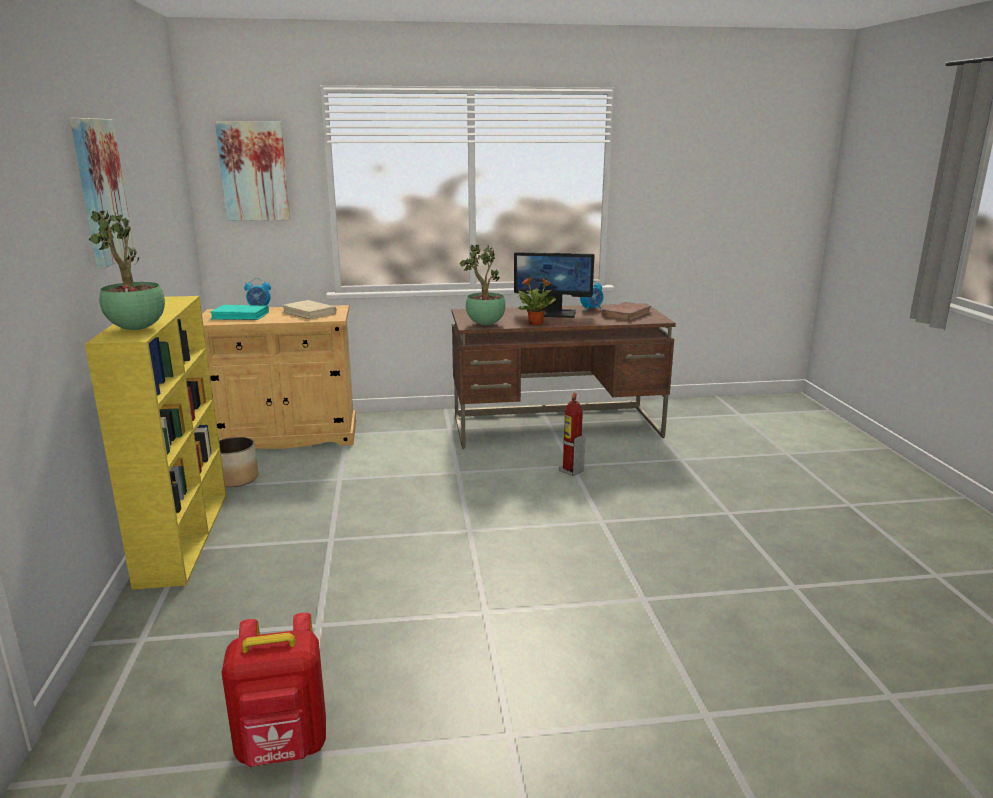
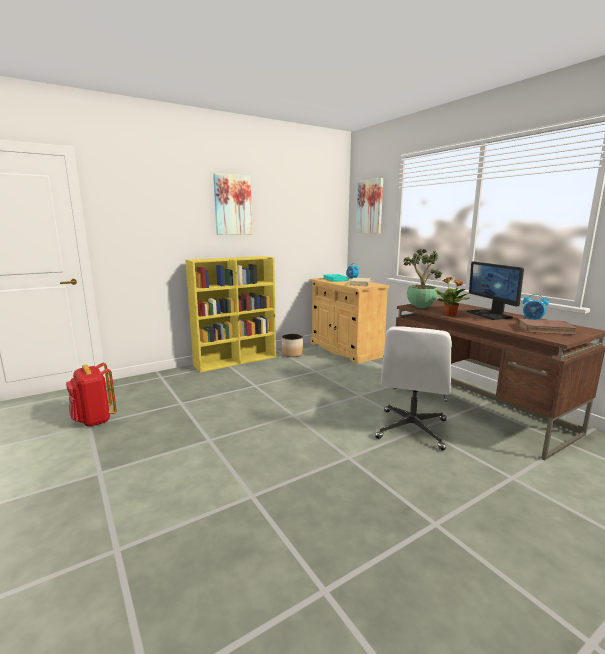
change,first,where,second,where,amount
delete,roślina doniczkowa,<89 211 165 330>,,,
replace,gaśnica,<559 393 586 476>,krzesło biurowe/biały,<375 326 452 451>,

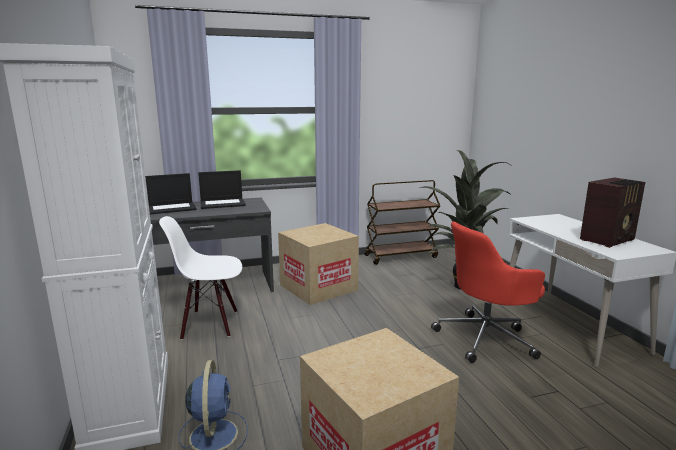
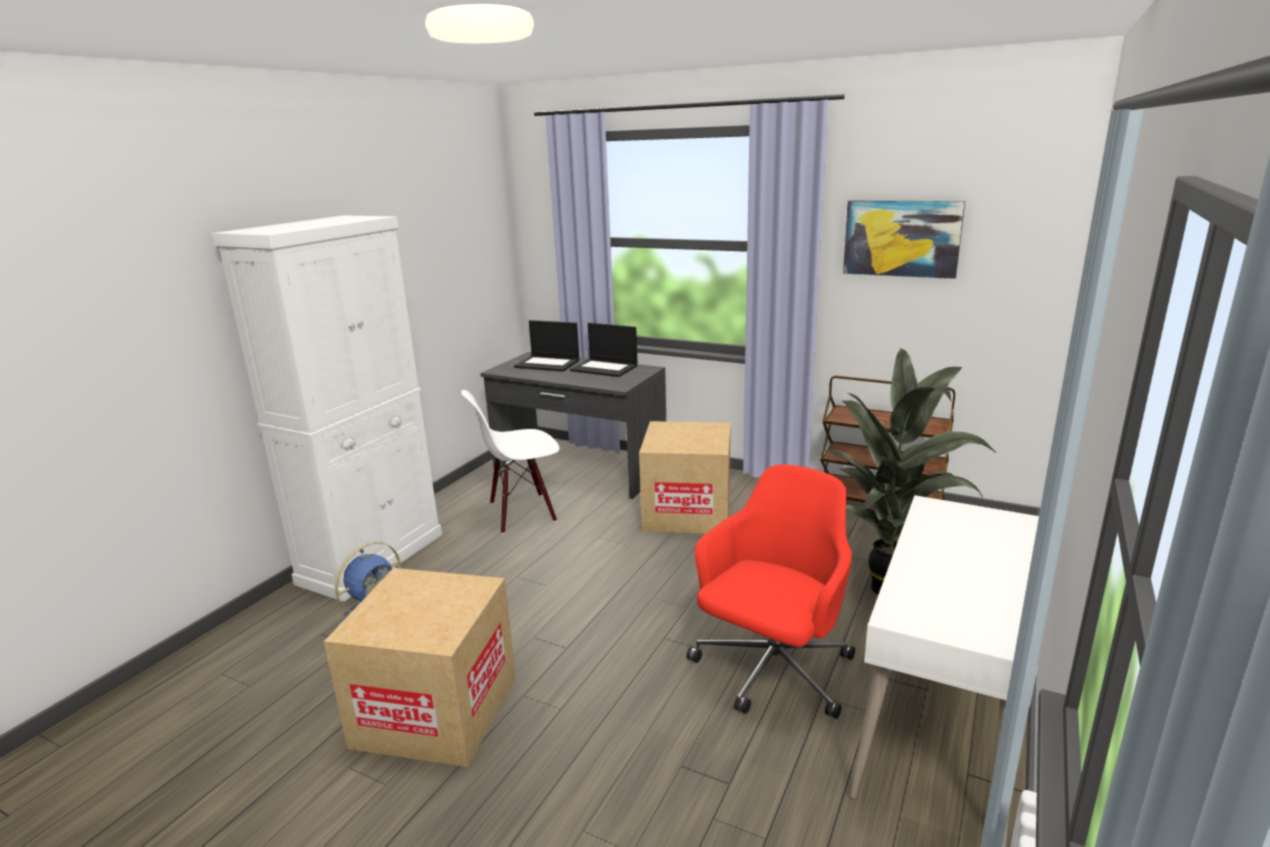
change,first,where,second,where,amount
delete,radio,<580 178 645 248>,,,
rotate,krzesło/biały,<159 216 242 340>,,<461 390 560 534>,60 degrees counterclockwise
rotate,krzesło biurowe/czerwony,<431 222 545 363>,,<686 464 855 719>,105 degrees clockwise
insert,,,obraz,<843 201 965 279>,

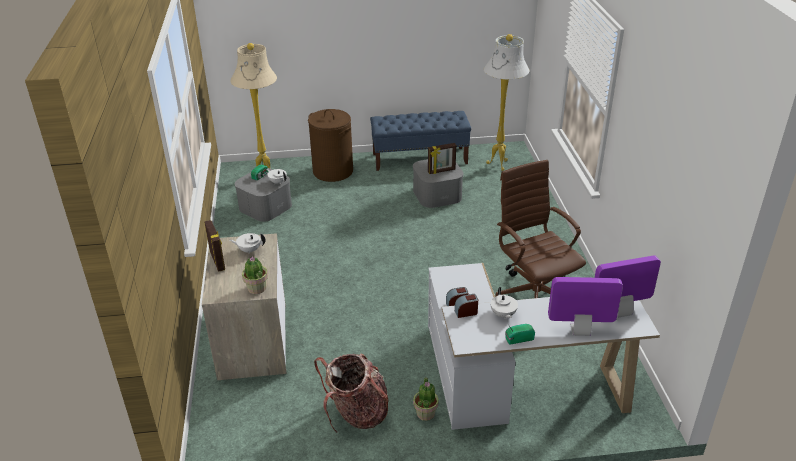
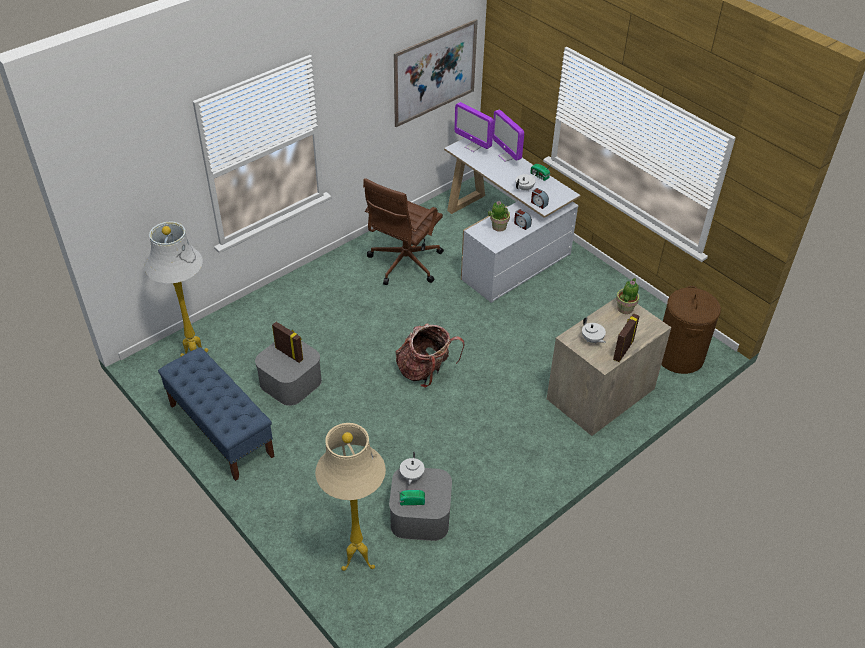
change,first,where,second,where,amount
move,kosz na pranie/brązowy,<308 109 353 182>,,<661 286 721 374>,
move,plecak,<314 354 389 432>,,<396 324 464 388>,
move,roślina doniczkowa,<413 377 438 421>,,<488 201 510 232>,
insert,,,obraz,<394 19 478 127>,

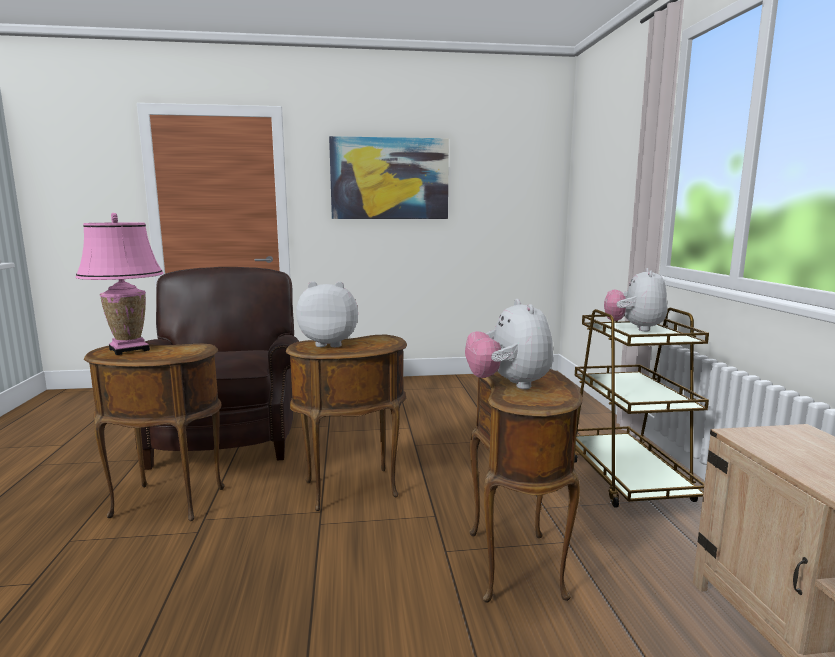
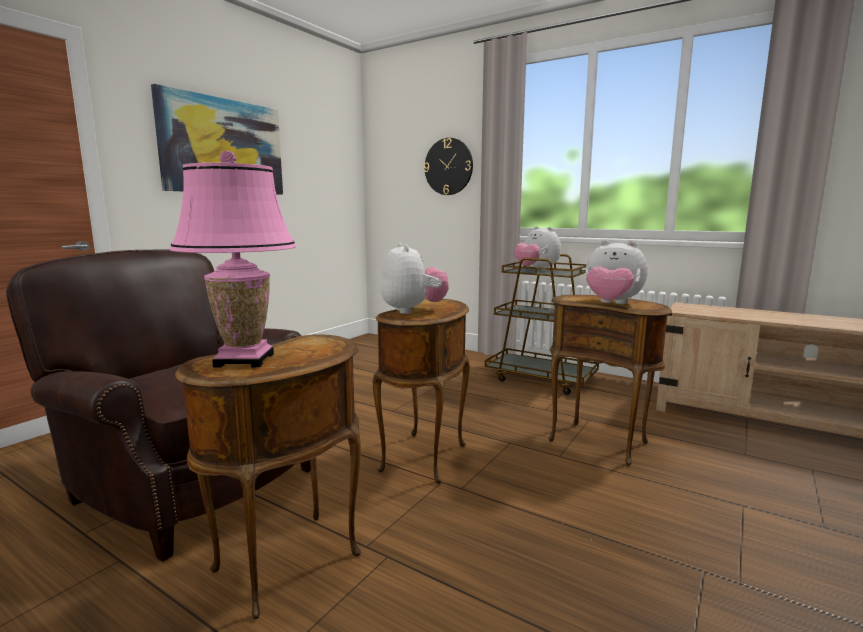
change,first,where,second,where,amount
rotate,pluszak,<296 281 358 347>,,<381 243 449 314>,120 degrees clockwise
insert,,,zegar ścienny,<424 138 473 195>,

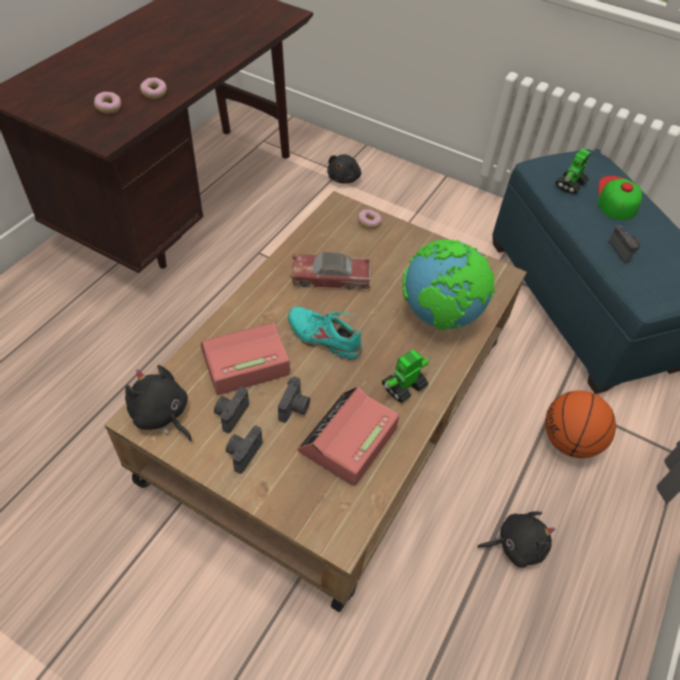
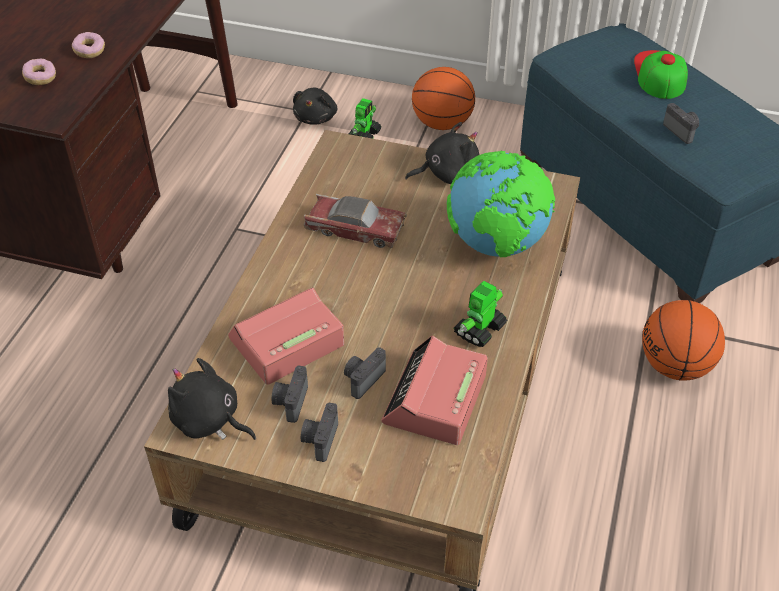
change,first,where,second,where,amount
move,robot zabawkowy,<555 149 591 194>,,<349 98 382 139>,
delete,donut,<358 209 382 229>,,,
rotate,samochodzik,<290 251 371 290>,,<304 194 407 248>,150 degrees counterclockwise
delete,but/turkusowy,<288 306 363 360>,,,
rotate,aparat fotograficzny,<278 376 310 423>,,<344 347 386 399>,150 degrees counterclockwise
move,pluszak/czarny,<477 511 555 568>,,<405 122 479 184>,
insert,,,piłka do koszykówki,<412 67 475 130>,

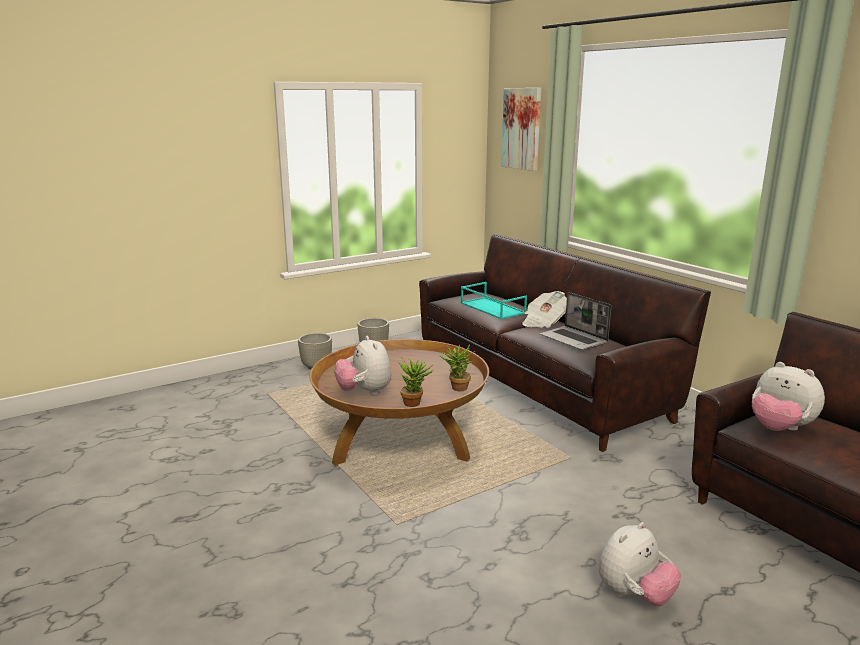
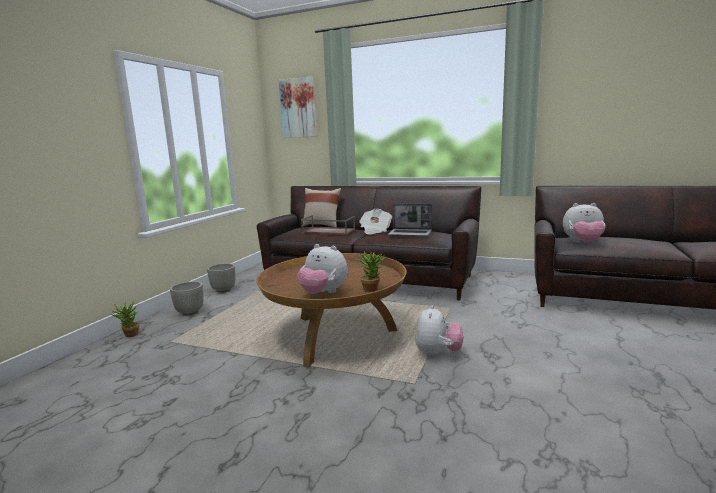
change,first,where,second,where,amount
recolor,taca/turkusowy,<461 282 527 319>,taca/brązowy,<301 215 355 234>,
move,roślina doniczkowa,<440 343 476 391>,,<110 301 139 337>,
move,pluszak,<599 522 681 606>,,<415 305 463 358>,
insert,,,poduszka/beżowy,<301 188 341 228>,

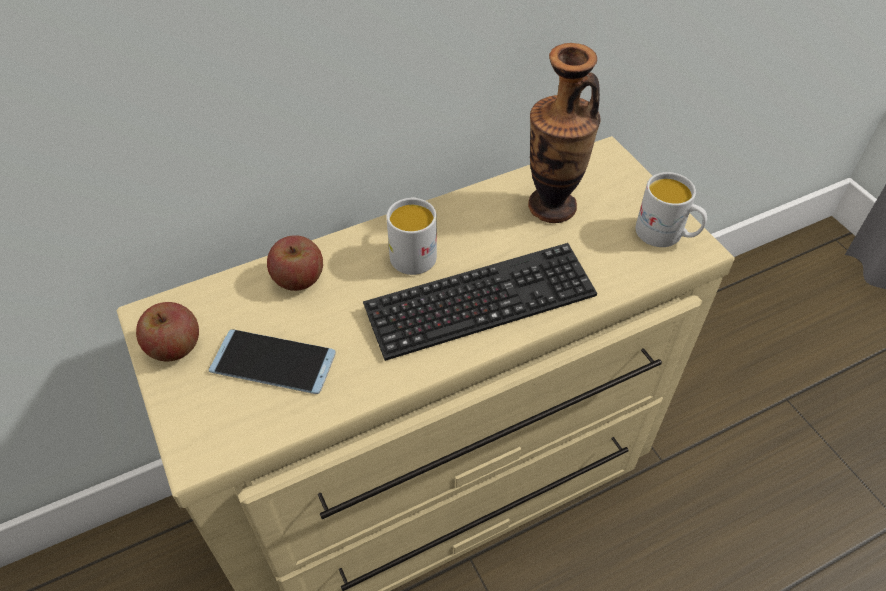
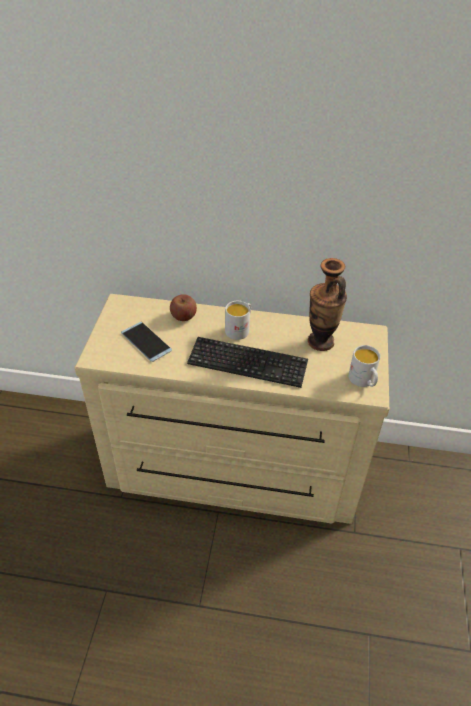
change,first,where,second,where,amount
delete,jabłko,<136 302 199 361>,,,

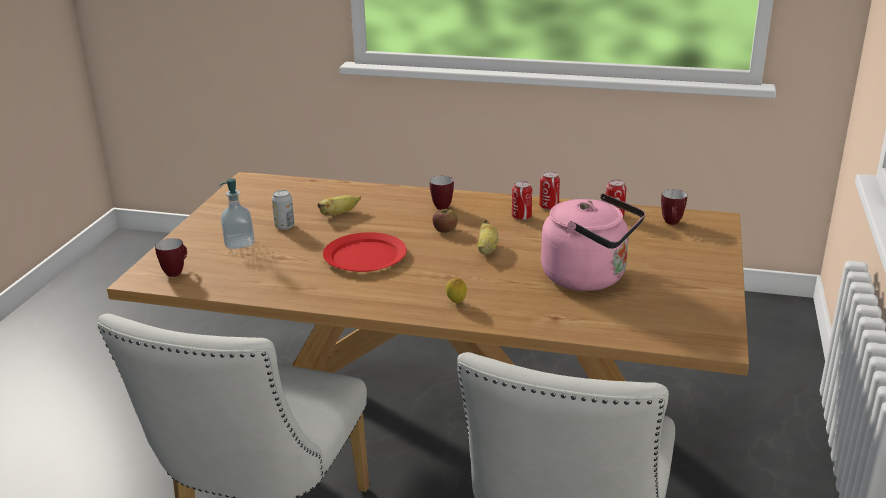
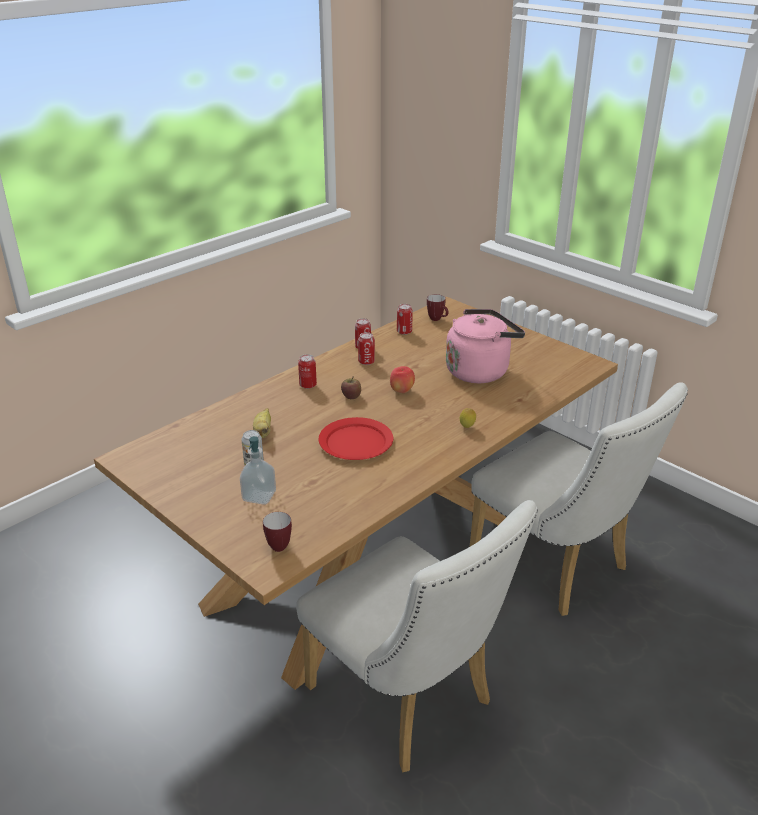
change,first,where,second,where,amount
replace,kubek,<430 176 454 210>,puszka,<298 354 317 389>,
replace,banan,<477 219 498 255>,jabłko,<390 366 415 393>,

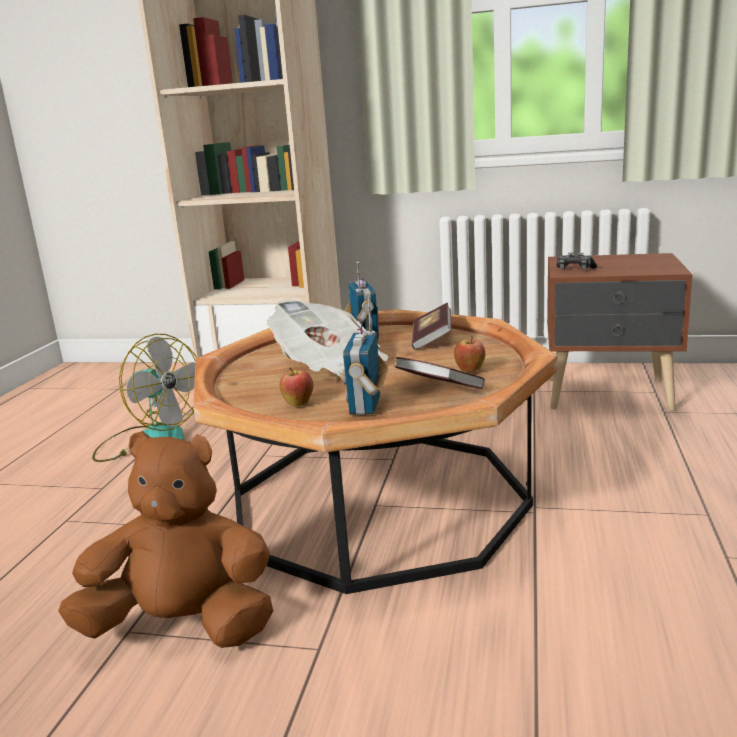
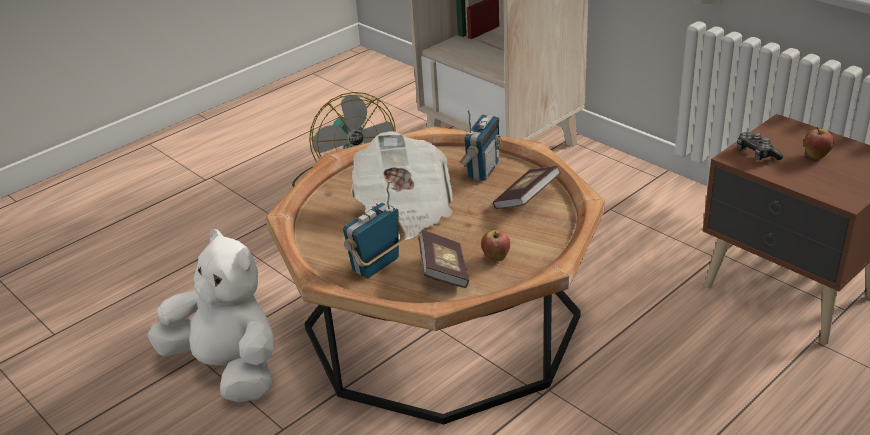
change,first,where,second,where,amount
move,jabłko,<280 367 313 406>,,<804 127 834 159>,
recolor,pluszak/brązowy,<58 431 273 648>,pluszak/biały,<147 229 275 402>,

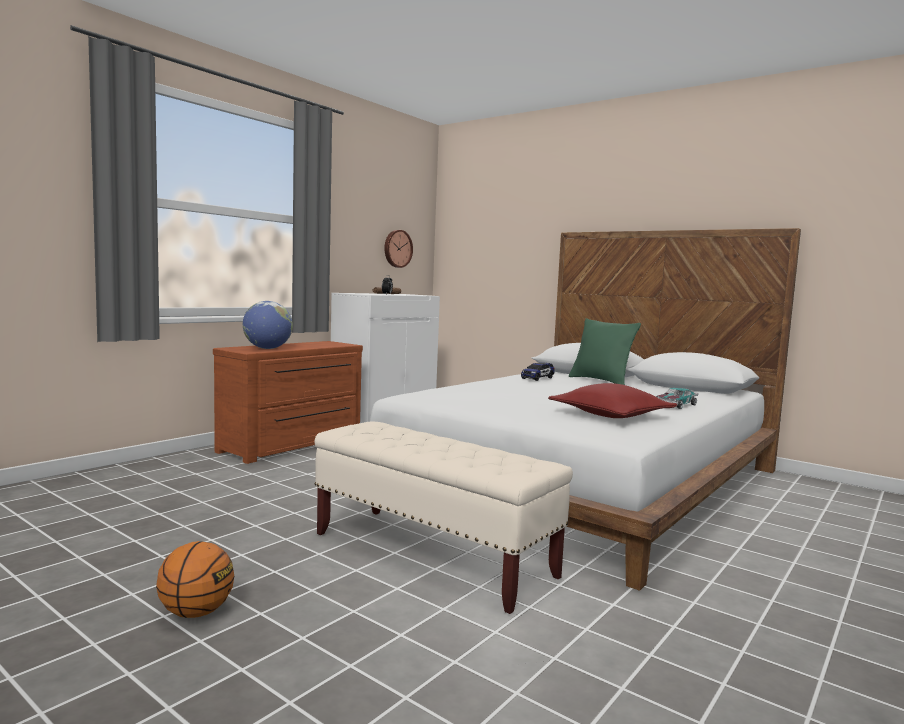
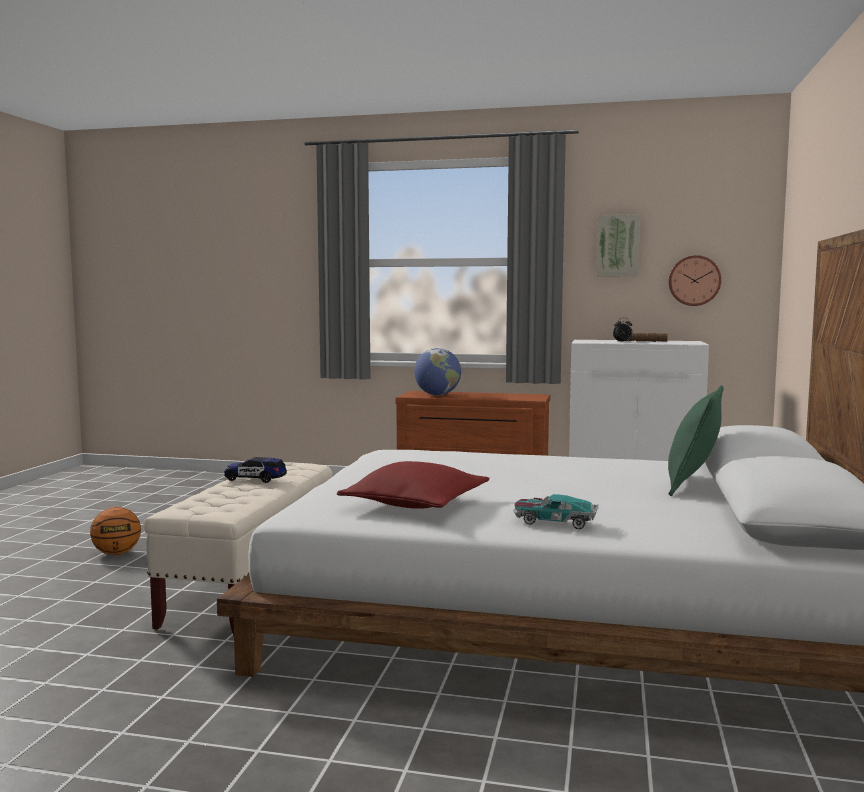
change,first,where,second,where,amount
move,samochodzik,<521 362 555 381>,,<224 457 287 483>,
insert,,,obraz,<596 214 640 277>,

